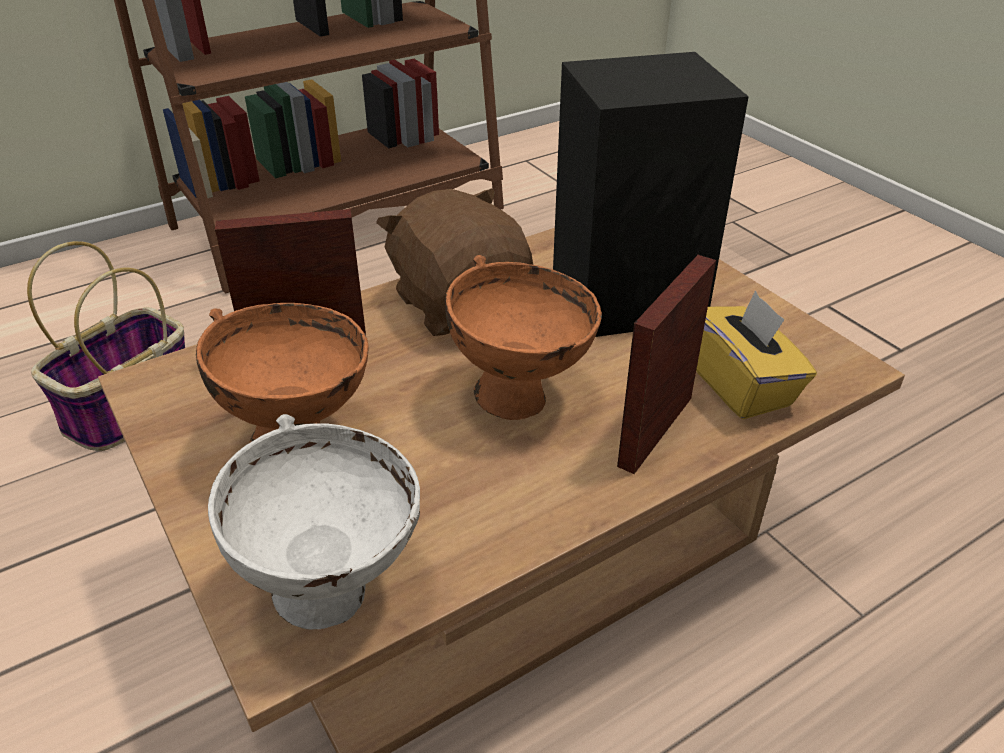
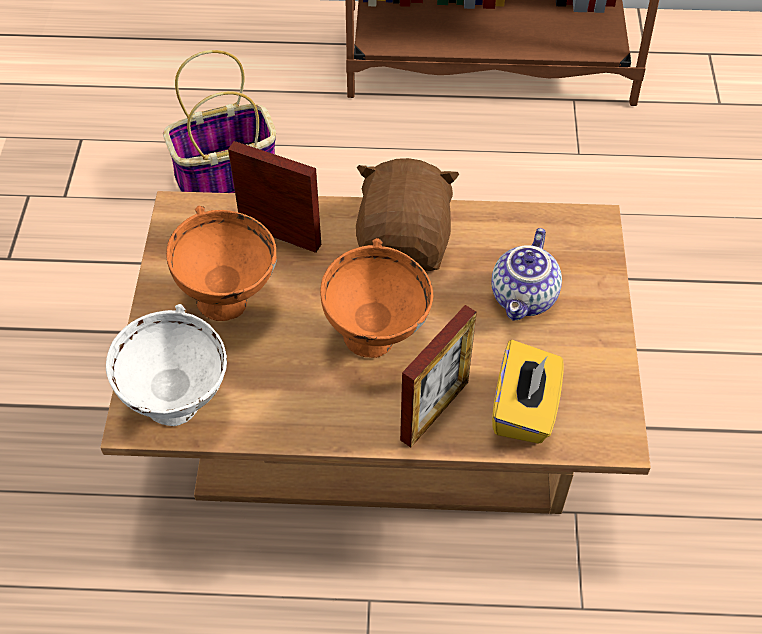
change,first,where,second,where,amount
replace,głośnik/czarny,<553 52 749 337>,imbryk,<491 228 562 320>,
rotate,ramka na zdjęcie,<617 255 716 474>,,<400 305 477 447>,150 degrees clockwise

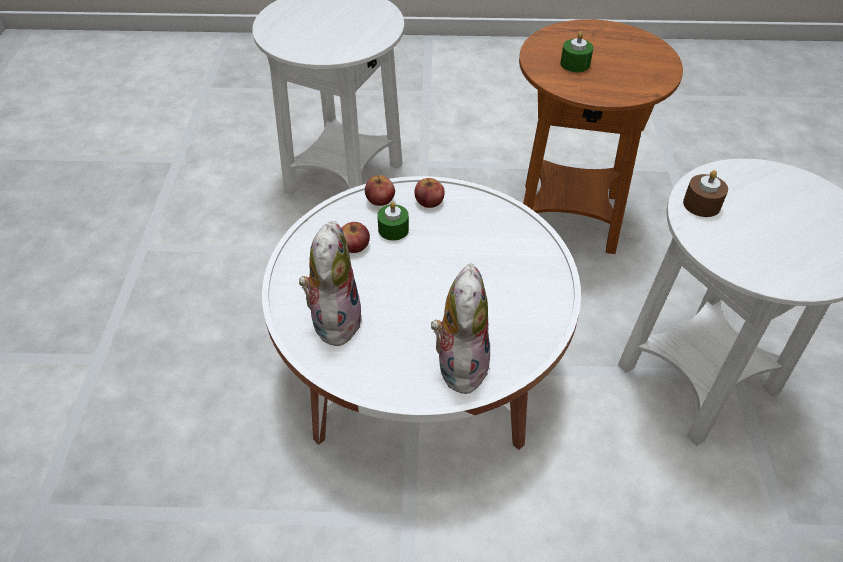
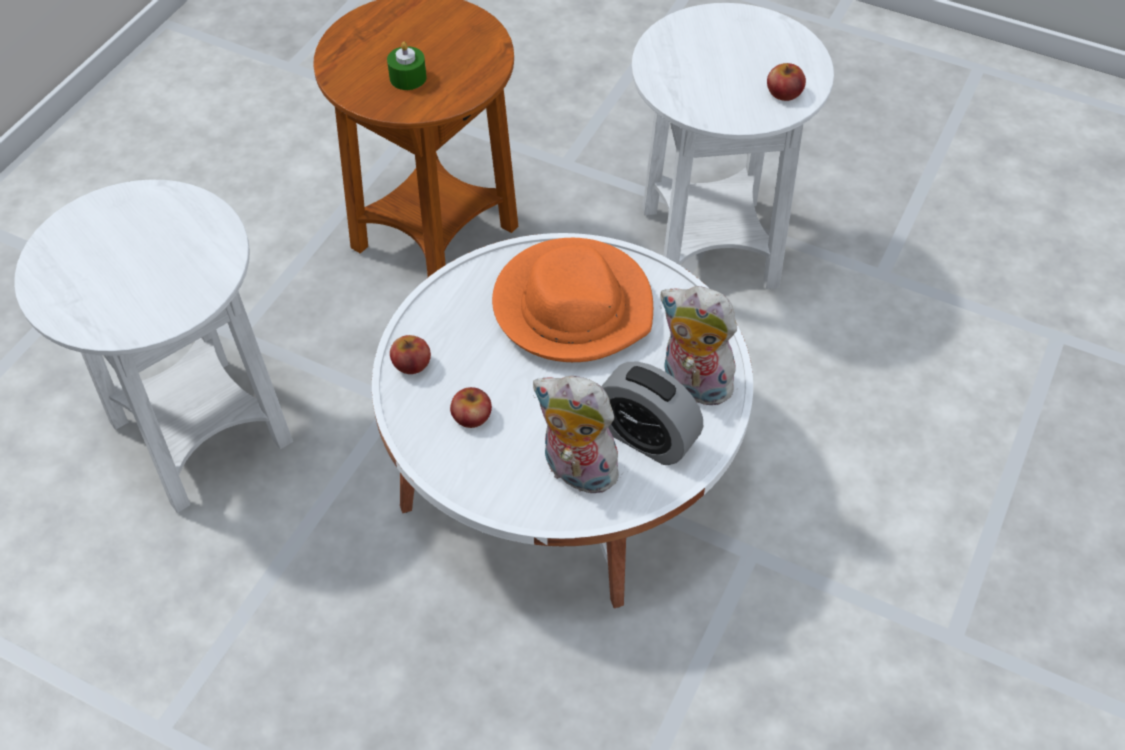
change,first,where,second,where,amount
delete,świeca/brązowy,<683 170 728 217>,,,
move,jabłko,<415 178 445 208>,,<767 63 806 101>,
delete,świeca/zielony,<377 202 409 241>,,,
insert,,,kapelusz/pomarańczowy,<492 238 653 362>,
insert,,,budzik,<601 362 703 465>,

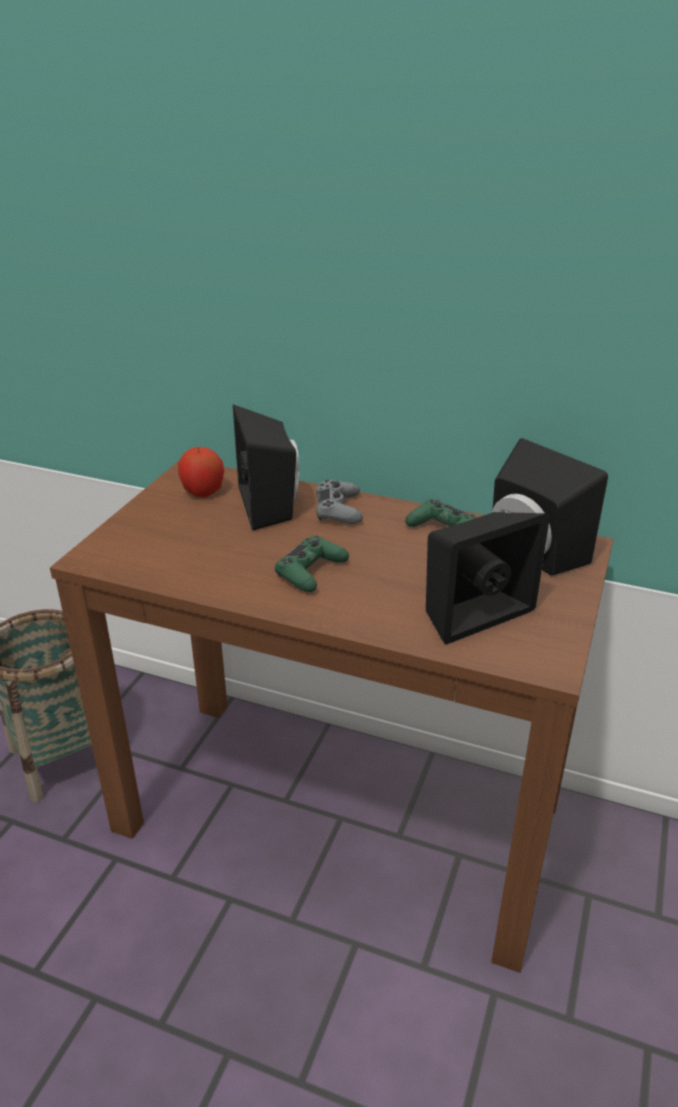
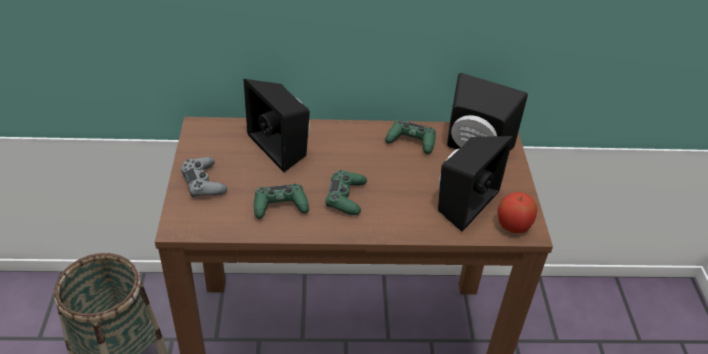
change,first,where,second,where,amount
move,jabłko,<178 447 224 498>,,<498 192 537 233>,
move,pad do gier/szary,<316 480 363 524>,,<181 157 227 198>,
insert,,,pad do gier/zielony,<254 184 309 219>,

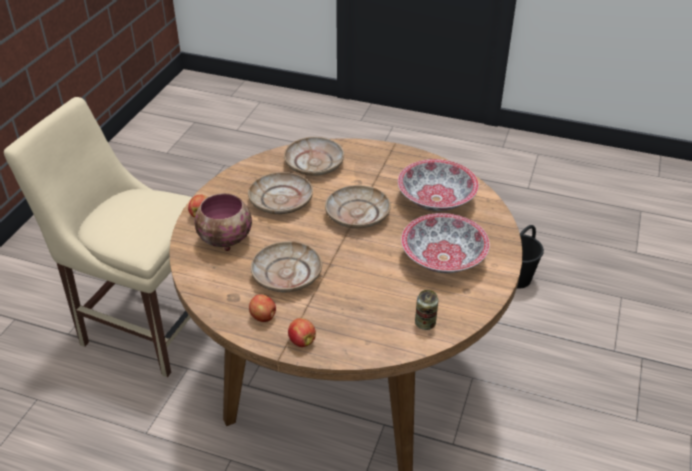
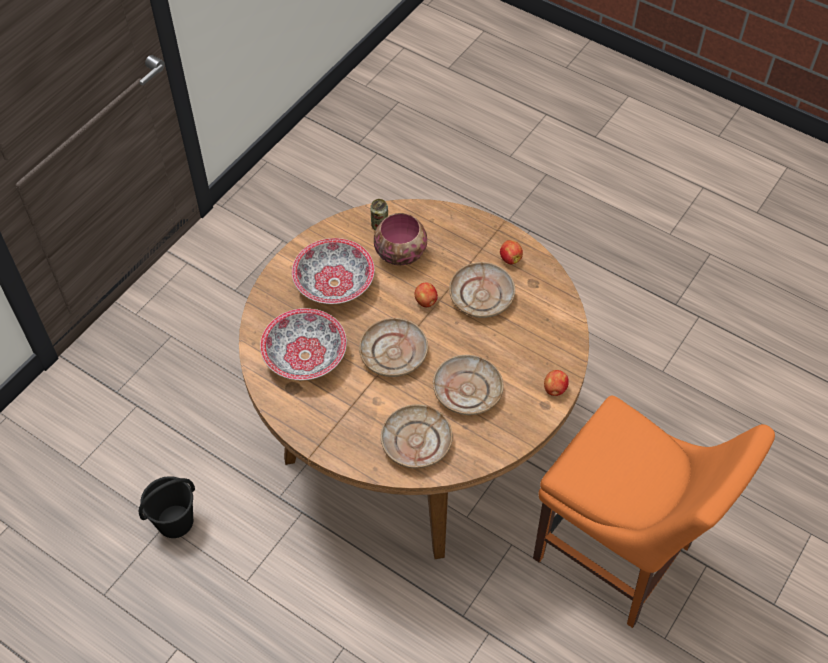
change,first,where,second,where,amount
recolor,krzesło/beżowy,<4 97 192 377>,krzesło/pomarańczowy,<533 395 775 628>,
move,miska,<194 193 252 251>,,<374 213 427 265>,
move,jabłko,<288 318 316 347>,,<414 282 438 307>,

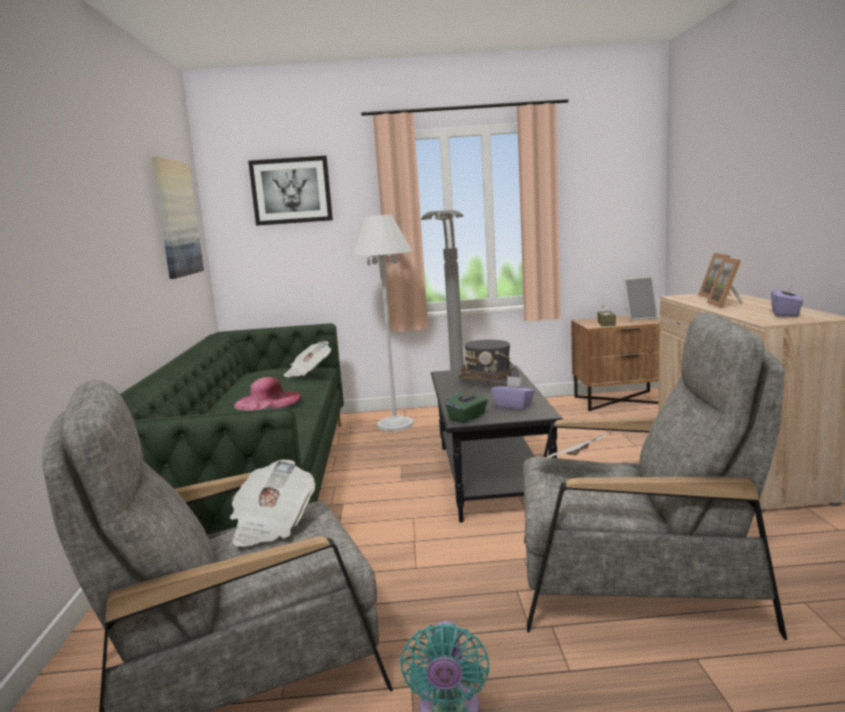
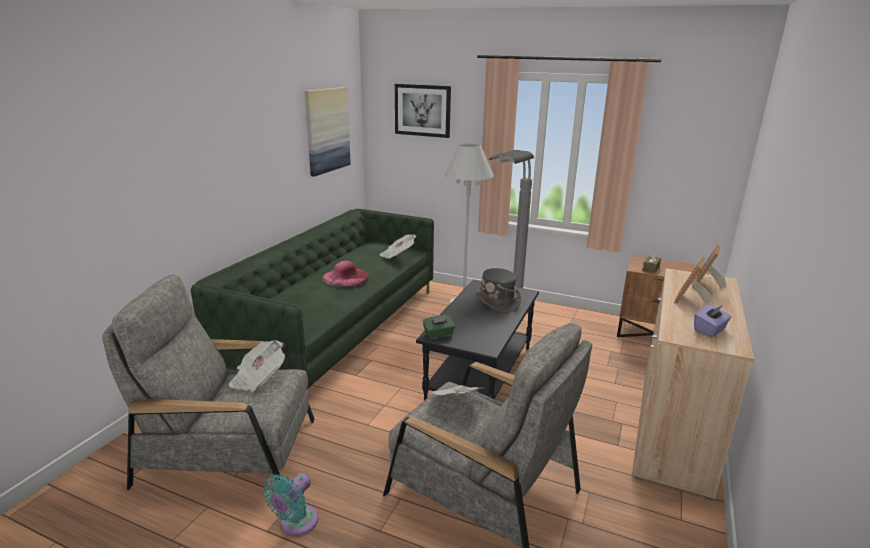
change,first,where,second,where,amount
delete,ramka na zdjęcie,<624 277 658 321>,,,
delete,pudełko chusteczek/fioletowy,<491 376 535 410>,,,

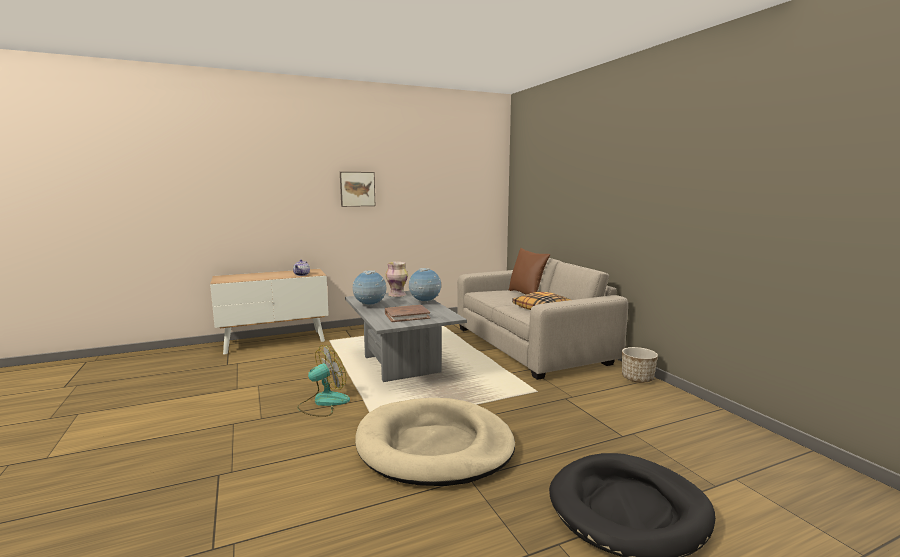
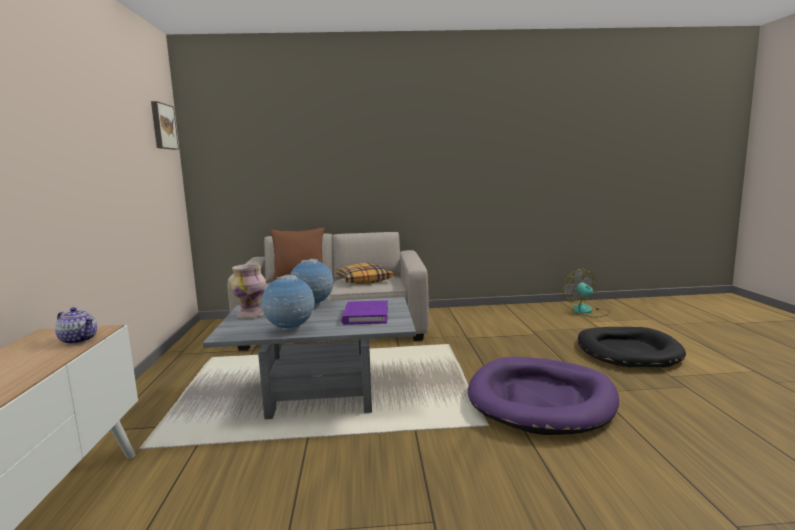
change,first,where,second,where,amount
move,obraz,<340 172 375 207>,,<151 101 179 150>,
recolor,książka/brązowy,<385 305 430 322>,książka/fioletowy,<341 300 388 325>,
move,wentylator,<297 345 350 417>,,<562 269 610 318>,
delete,donica,<622 347 658 383>,,,
recolor,legowisko/beżowy,<355 398 515 486>,legowisko/fioletowy,<468 357 619 435>,

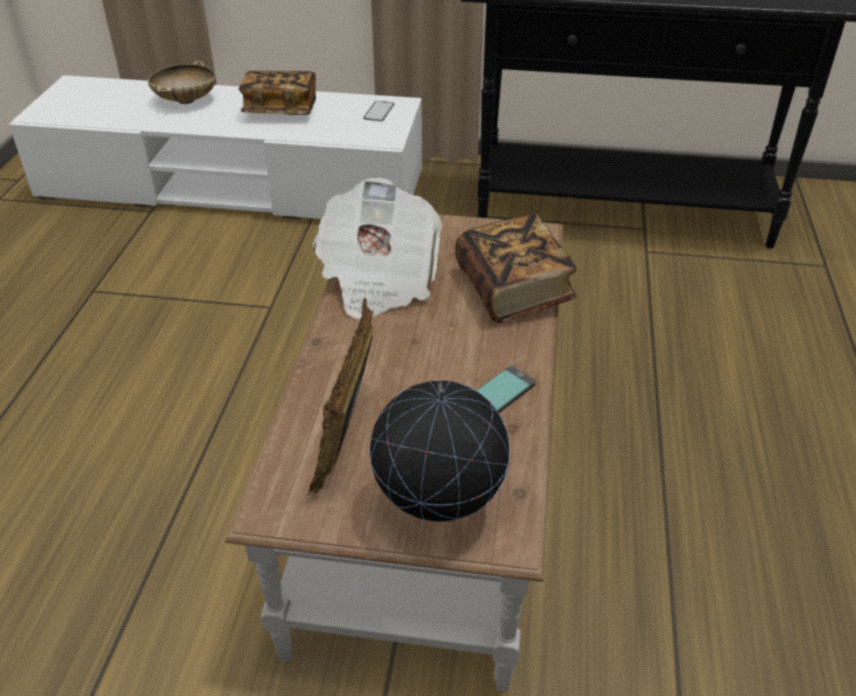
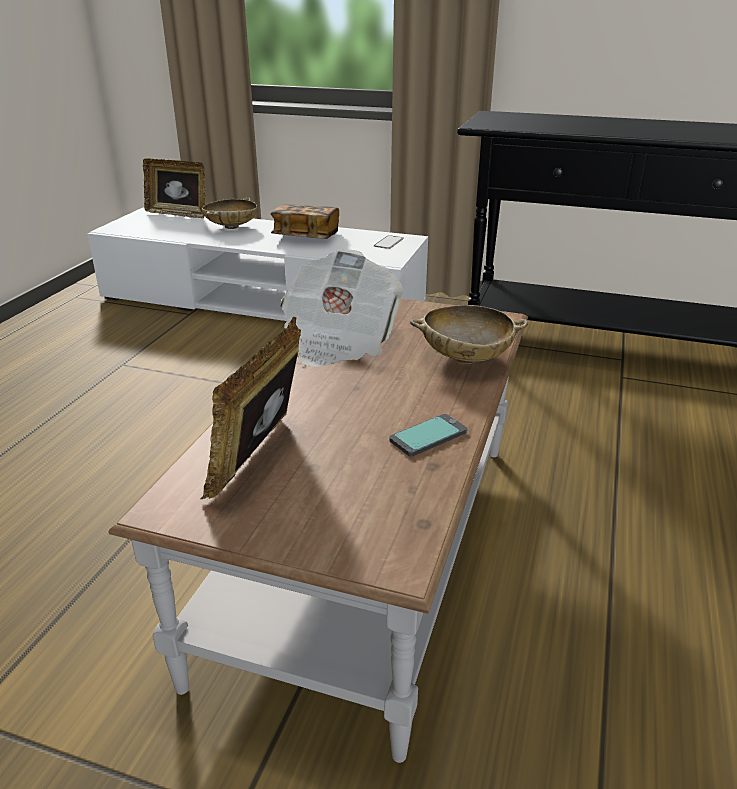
change,first,where,second,where,amount
replace,książka,<455 214 577 323>,miska/beżowy,<410 305 528 364>,
delete,globus,<370 381 510 522>,,,
insert,,,ramka na zdjęcie,<143 158 205 218>,

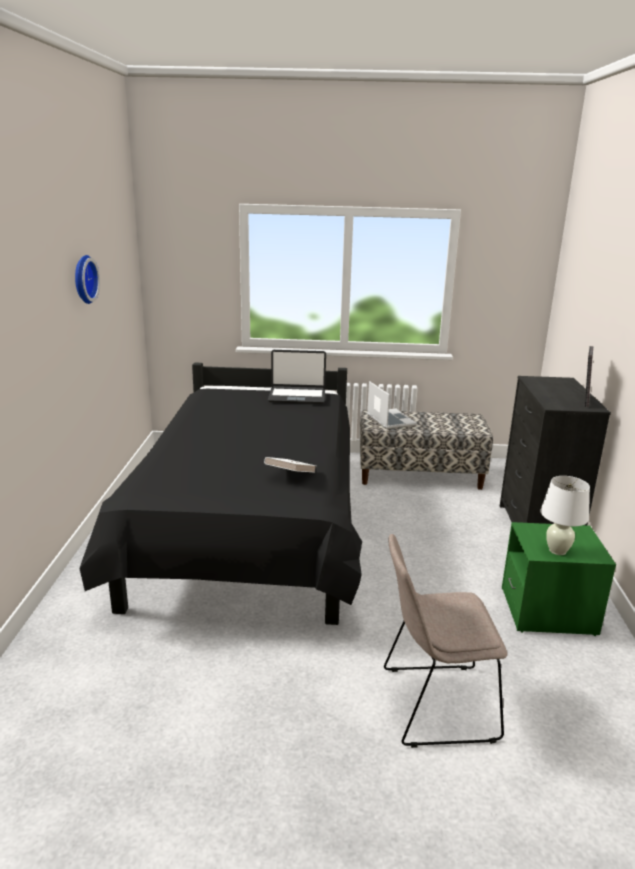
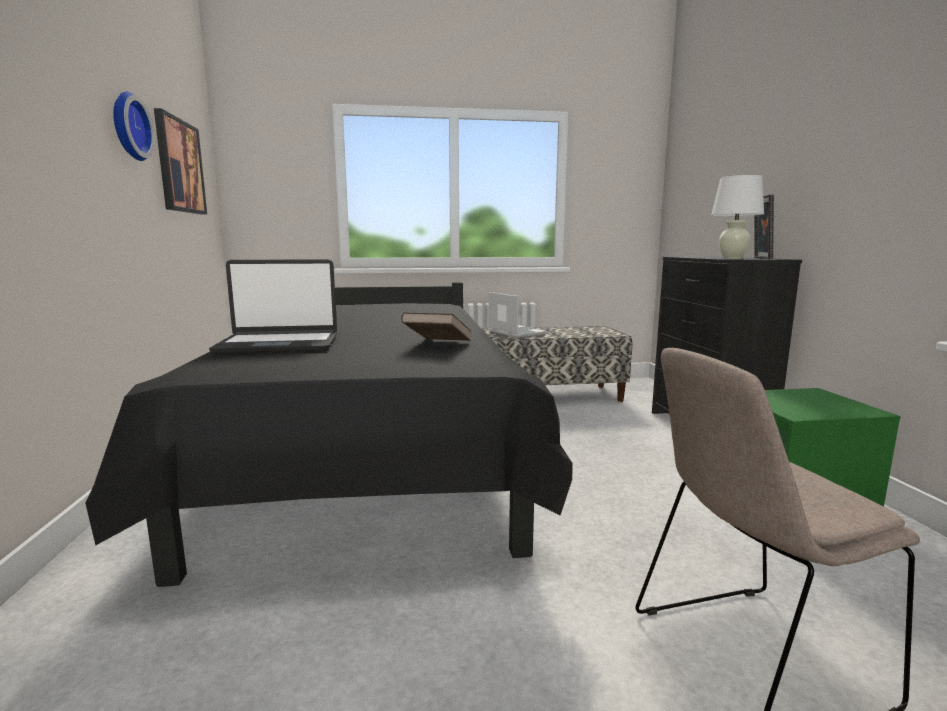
change,first,where,second,where,amount
move,laptop,<268 350 326 404>,,<209 259 337 354>,
recolor,książka/biały,<264 457 316 472>,książka/brązowy,<401 312 472 341>,
move,lampa stołowa/biały,<540 476 590 555>,,<711 175 764 259>,
insert,,,obraz,<154 108 207 215>,

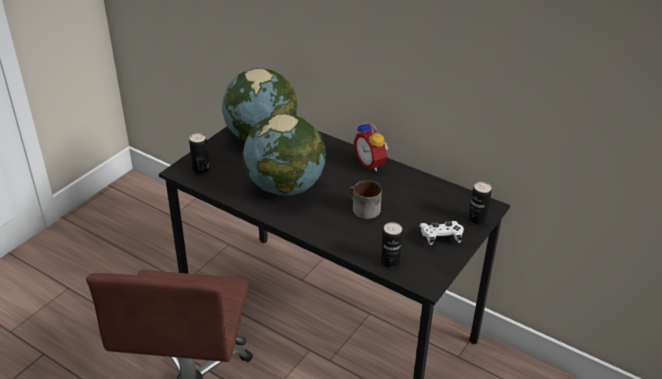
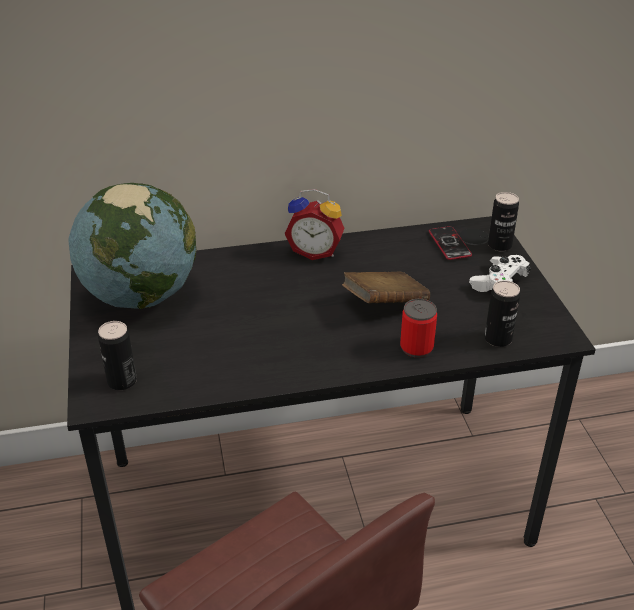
change,first,where,second,where,amount
delete,globus,<243 113 326 196>,,,
replace,kubek,<348 180 382 219>,książka/brązowy,<342 272 430 303>,
insert,,,telefon,<429 226 472 260>,
insert,,,puszka,<400 299 437 358>,

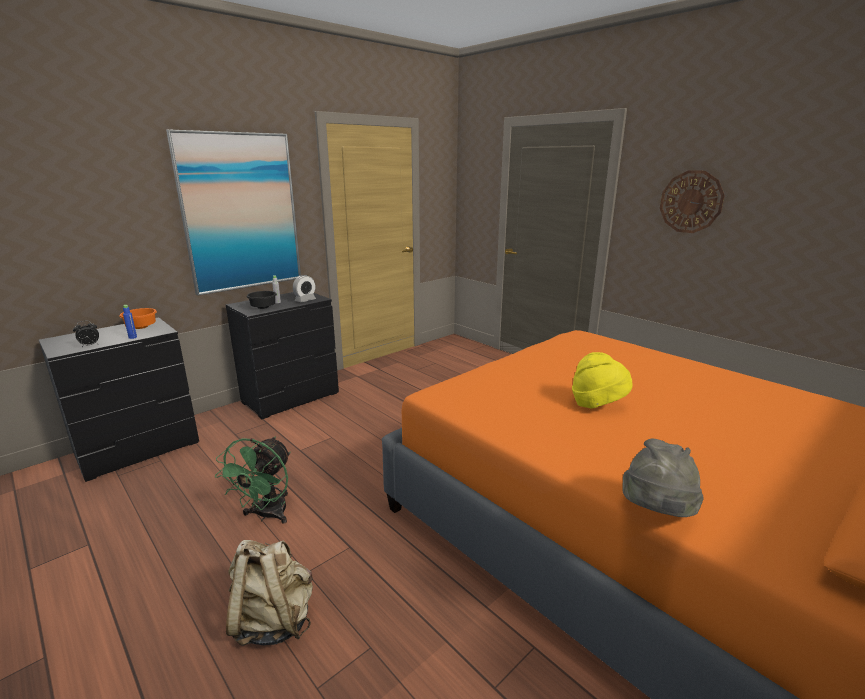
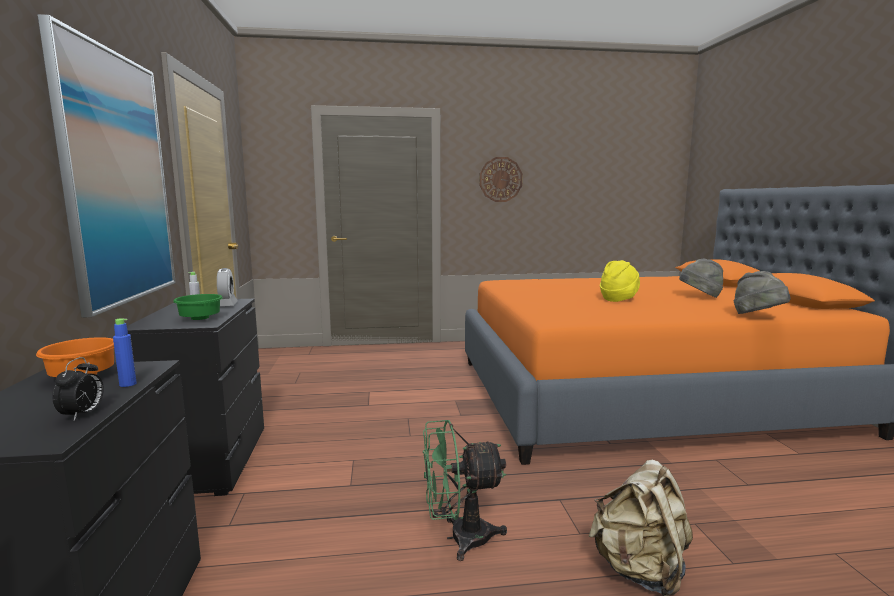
change,first,where,second,where,amount
recolor,miska/czarny,<247 291 277 309>,miska/zielony,<173 294 223 320>,
rotate,wentylator/zielony,<215 437 290 524>,,<423 420 507 561>,120 degrees clockwise
insert,,,kapelusz/szary,<679 259 723 298>,

